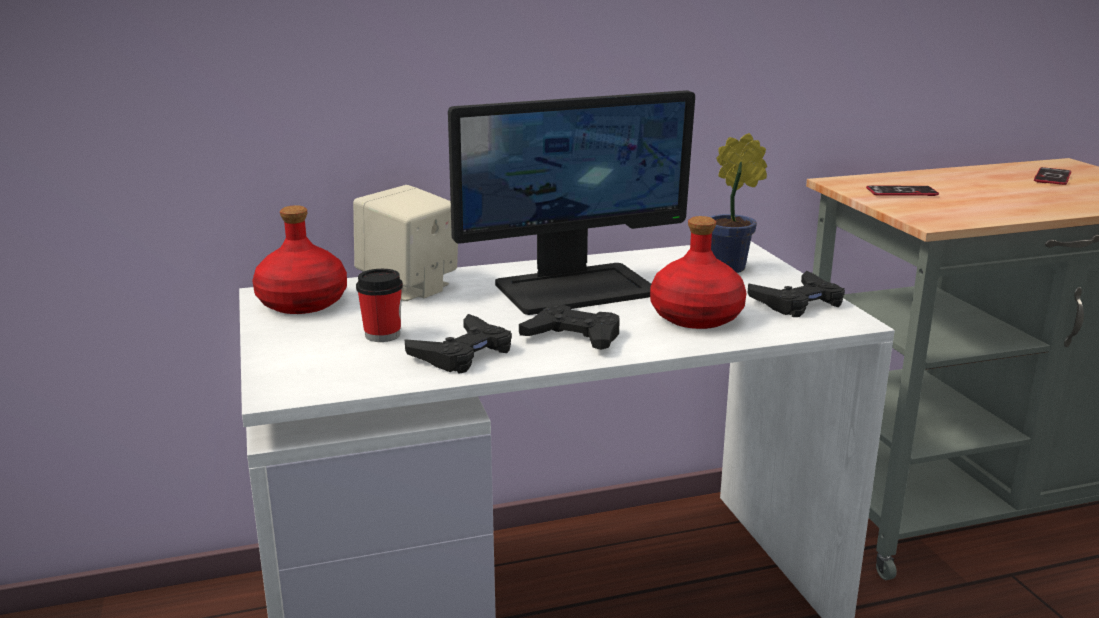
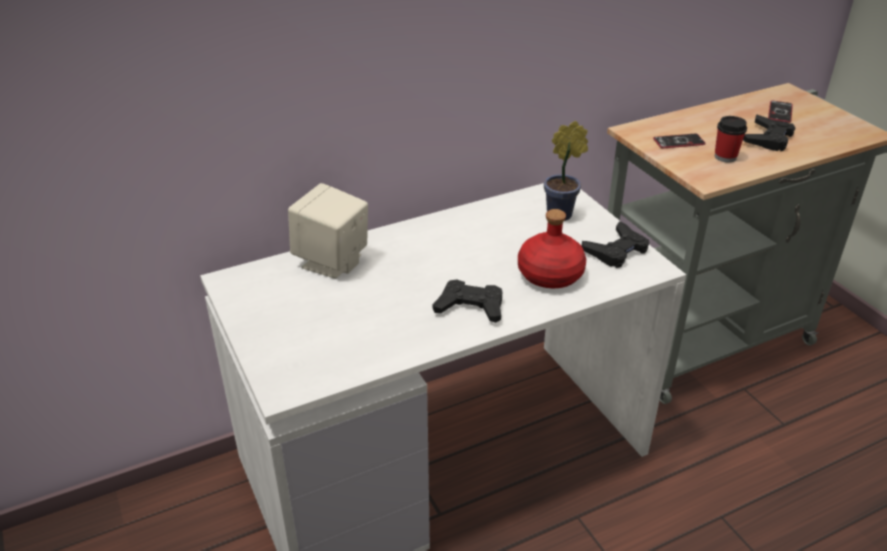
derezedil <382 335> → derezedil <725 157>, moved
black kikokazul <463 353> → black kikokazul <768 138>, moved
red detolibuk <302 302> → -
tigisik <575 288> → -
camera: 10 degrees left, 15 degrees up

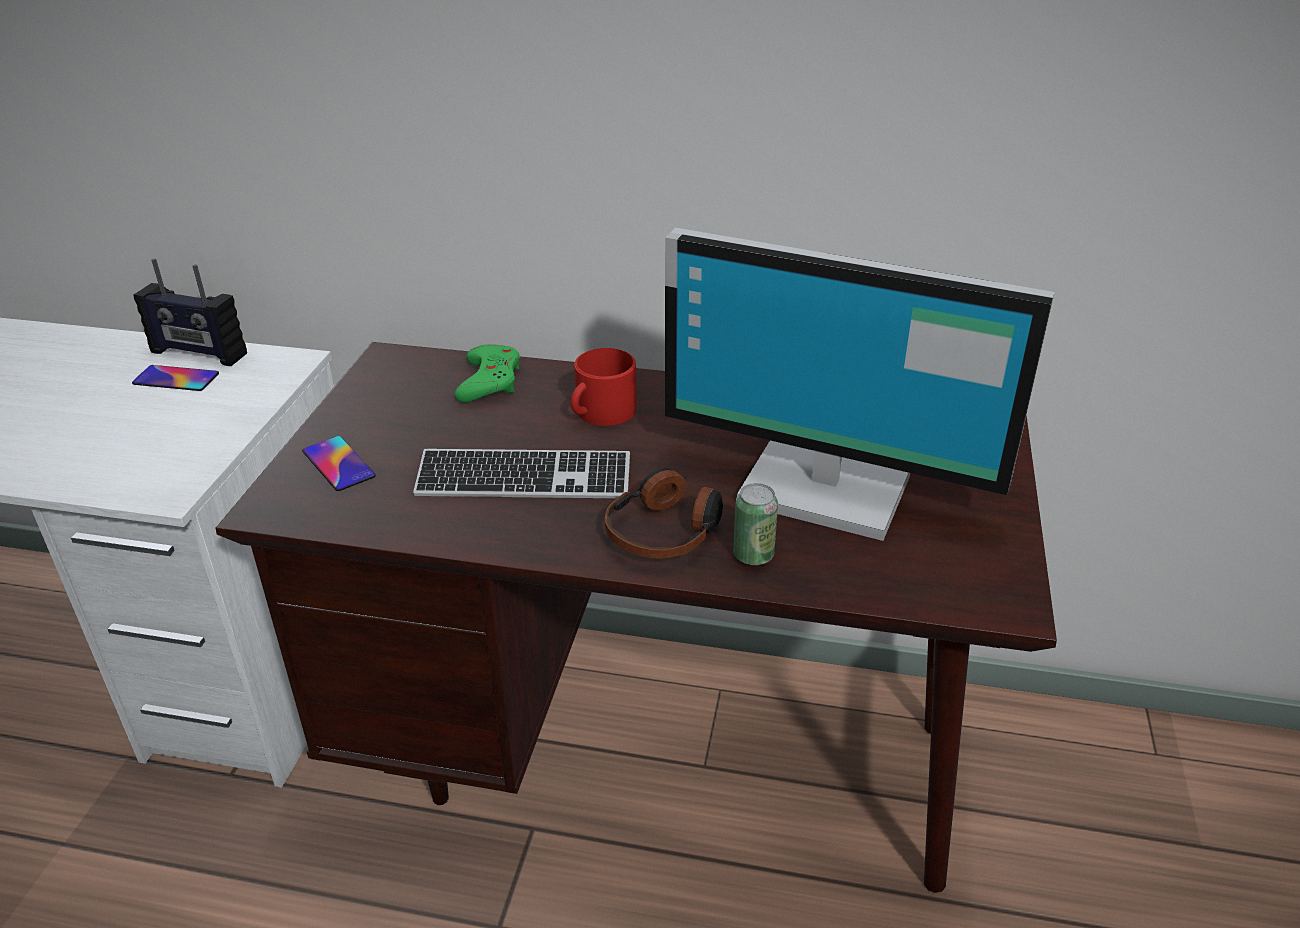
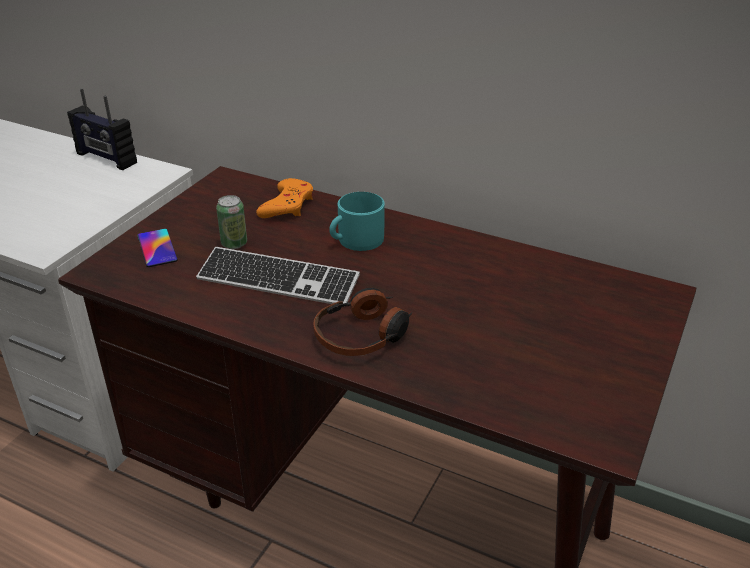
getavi <753 555> → getavi <234 243>, moved
green kikokazul <489 380> → orange kikokazul <287 205>
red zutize <600 412> → turquoise zutize <356 240>
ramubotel <176 379> → -
tigisik <826 486> → -
camera: 15 degrees right, 0 degrees up

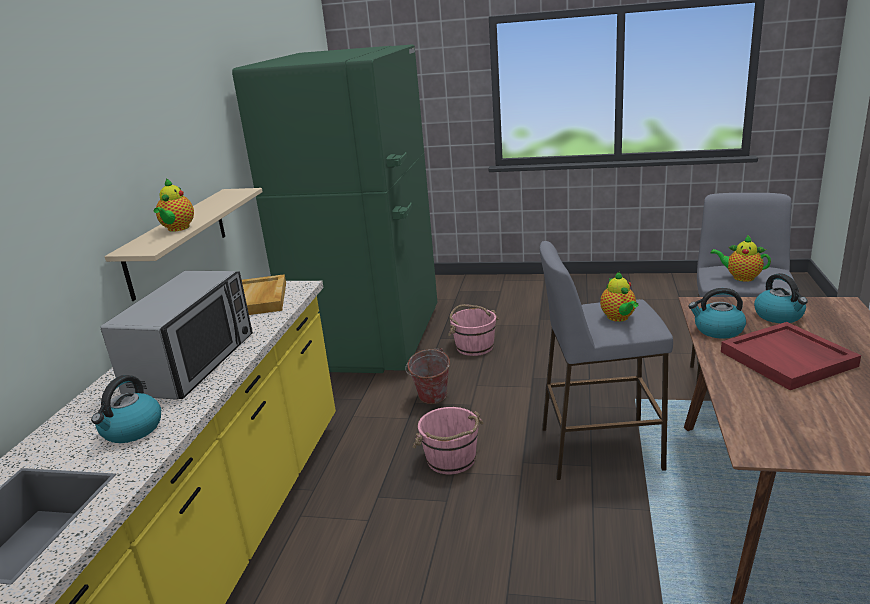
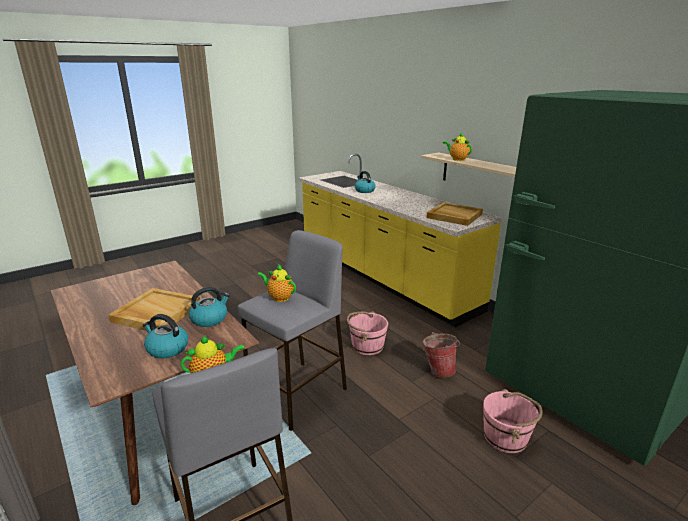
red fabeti <788 359> → beige fabeti <156 313>
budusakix <193 363> → -
camera: 130 degrees right, 0 degrees up

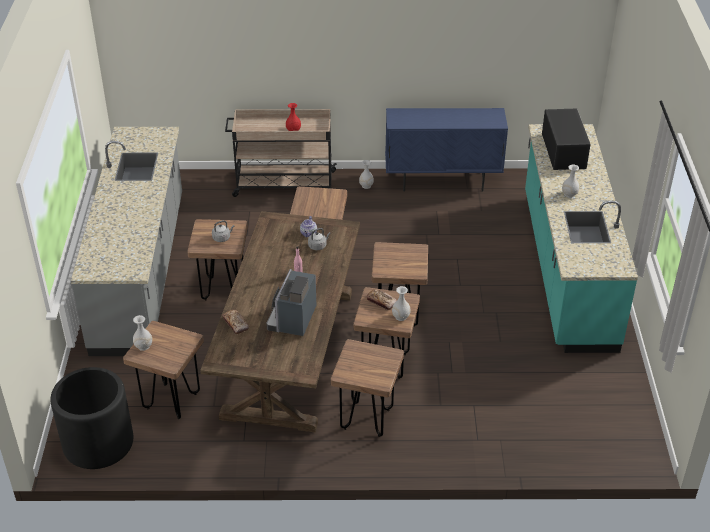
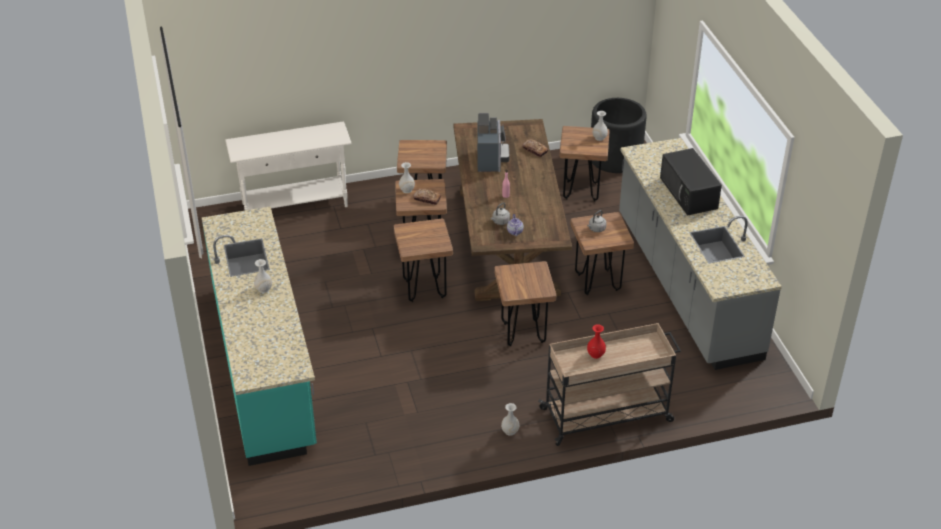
- → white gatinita <295 205>
black budusakix <563 150> → black budusakix <689 193>, moved
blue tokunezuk <442 182> → -
camera: 165 degrees right, 0 degrees up

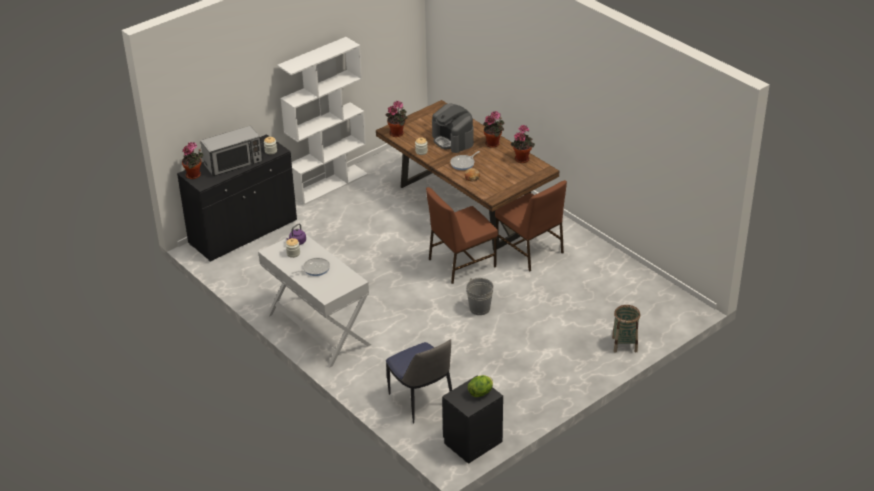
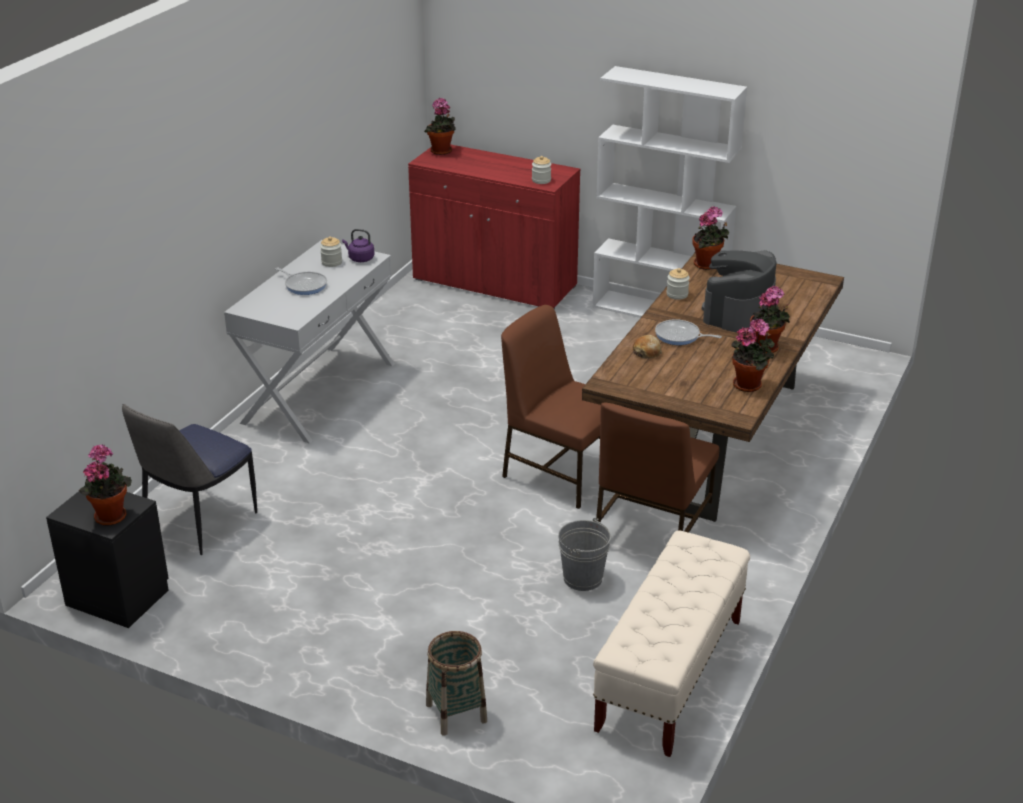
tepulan <481 393> → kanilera <110 515>
black tokunezuk <243 232> → red tokunezuk <494 283>
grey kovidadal <479 308> → grey kovidadal <582 578>, moved
- → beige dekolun <670 675>
budusakix <234 163> → -
camera: 65 degrees right, 5 degrees down

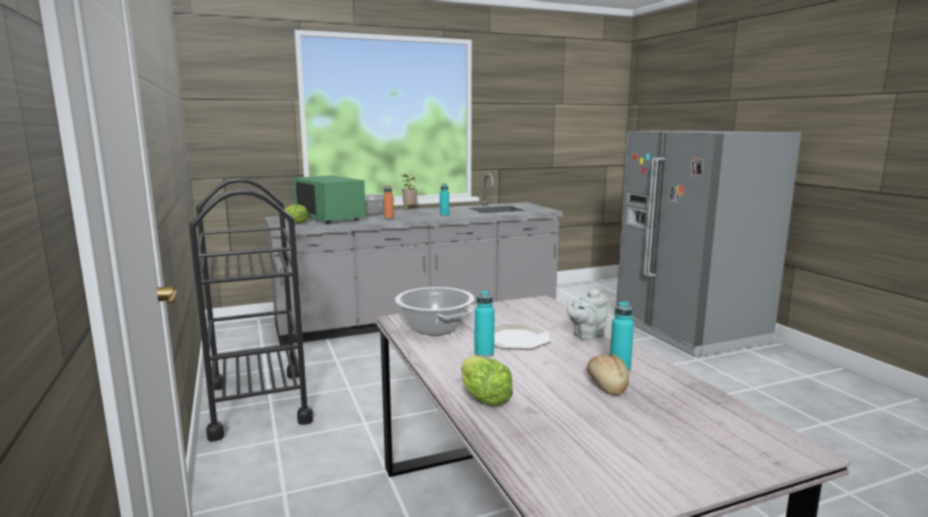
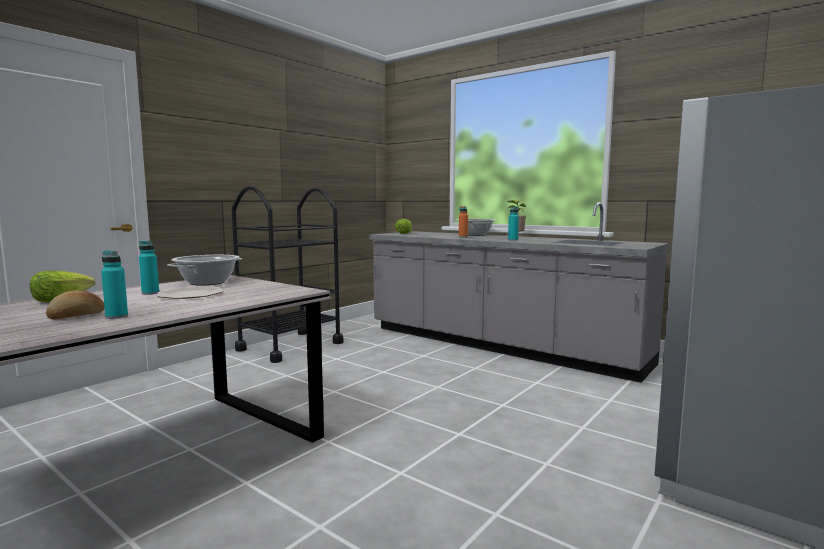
green budusakix <330 218> → -
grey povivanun <586 335> → -
camera: 60 degrees right, 5 degrees down

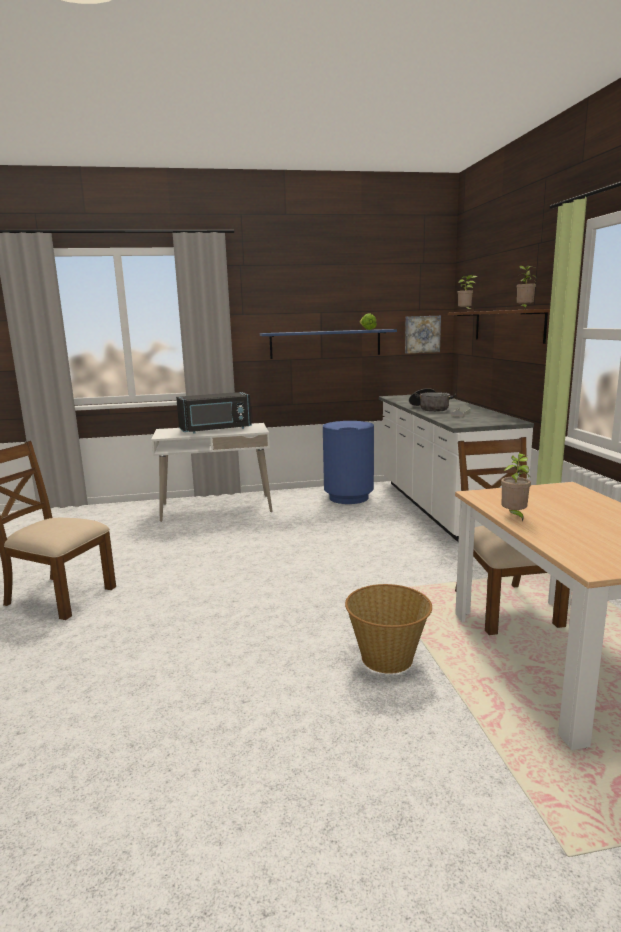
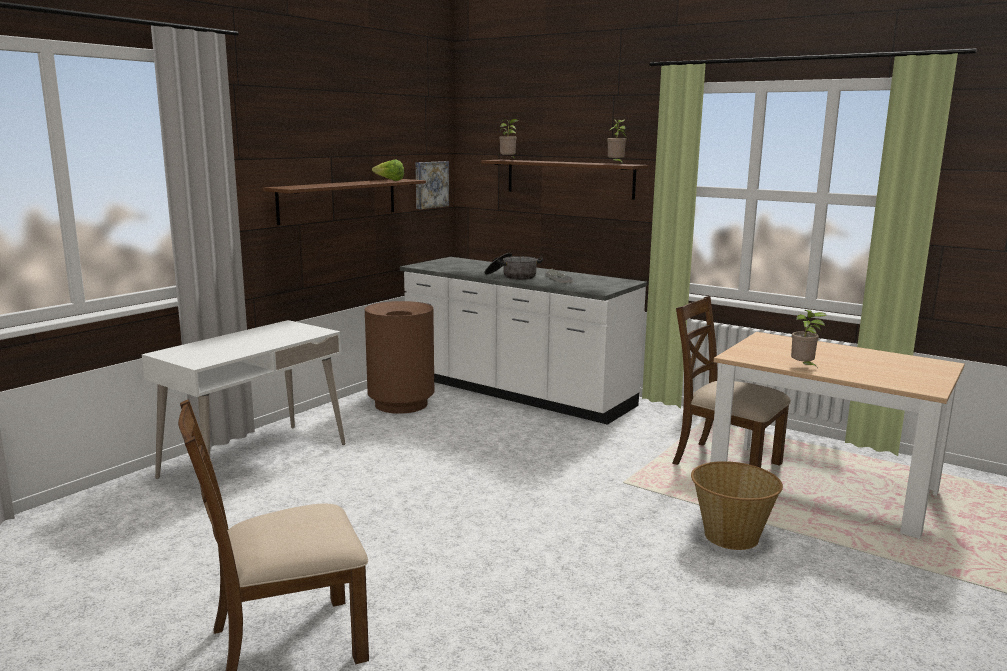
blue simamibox <325 344> → brown simamibox <338 200>
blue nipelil <349 497> → brown nipelil <401 404>
black budusakix <216 430> → -
camera: 45 degrees left, 0 degrees up

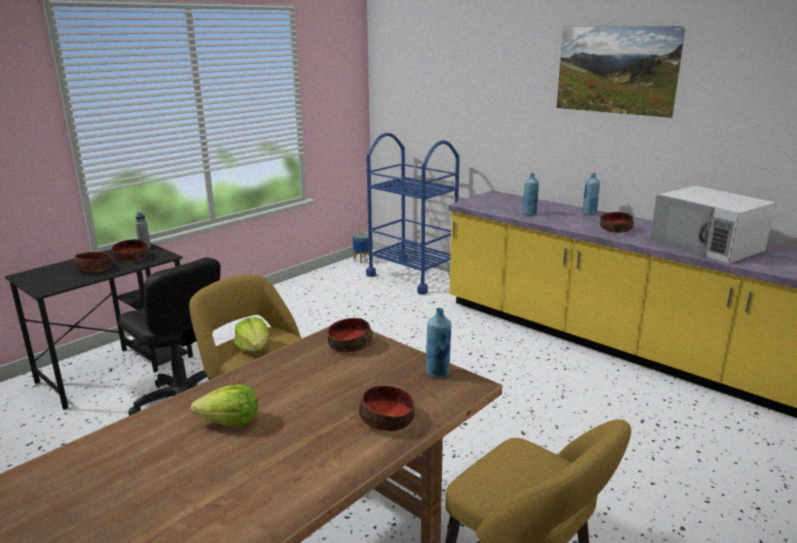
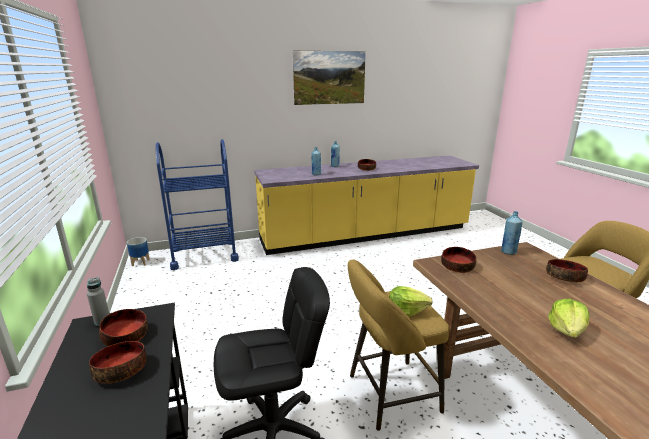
white budusakix <707 245> → -
camera: 60 degrees left, 0 degrees up

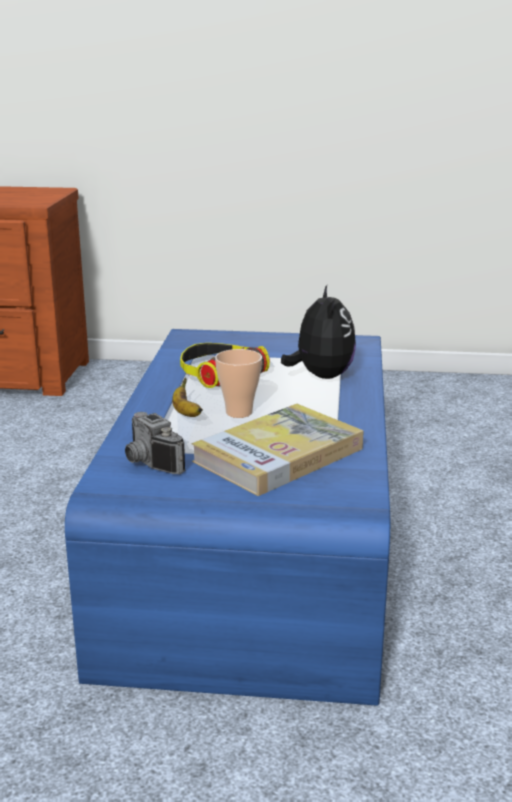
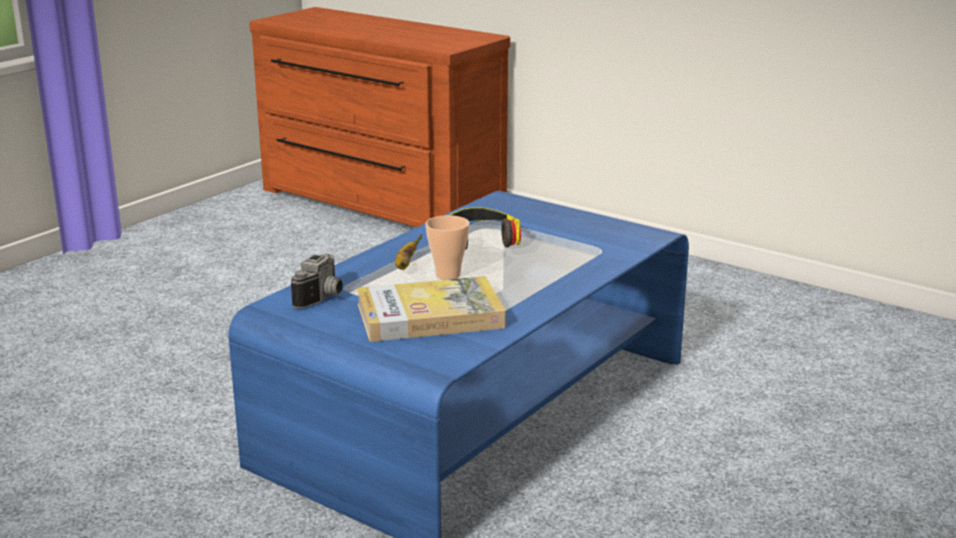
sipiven <148 463> → sipiven <324 297>, 150 degrees counterclockwise
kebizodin <321 376> → -
camera: 30 degrees right, 0 degrees up

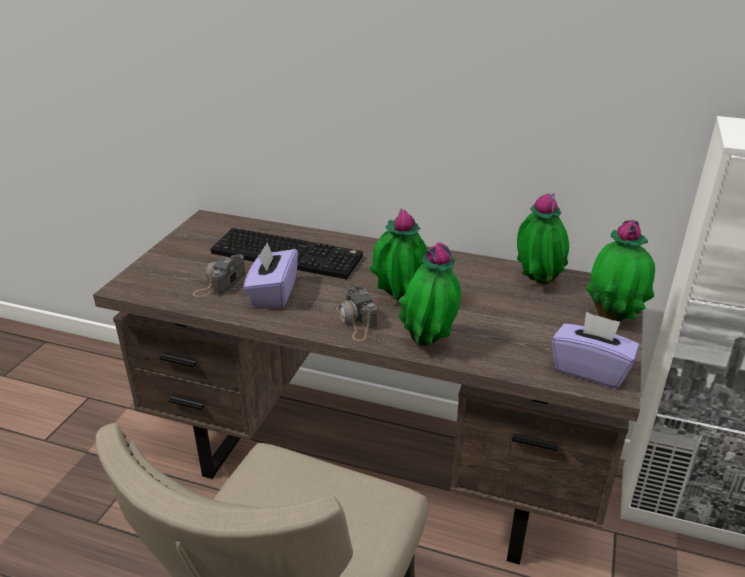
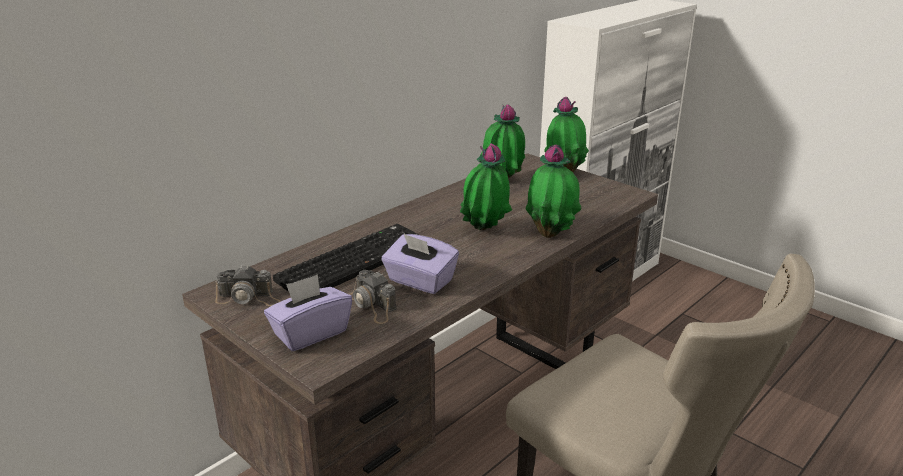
sipiven <356 321> → sipiven <249 298>, moved
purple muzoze <590 369> → purple muzoze <310 333>, moved
camera: 65 degrees left, 5 degrees down

